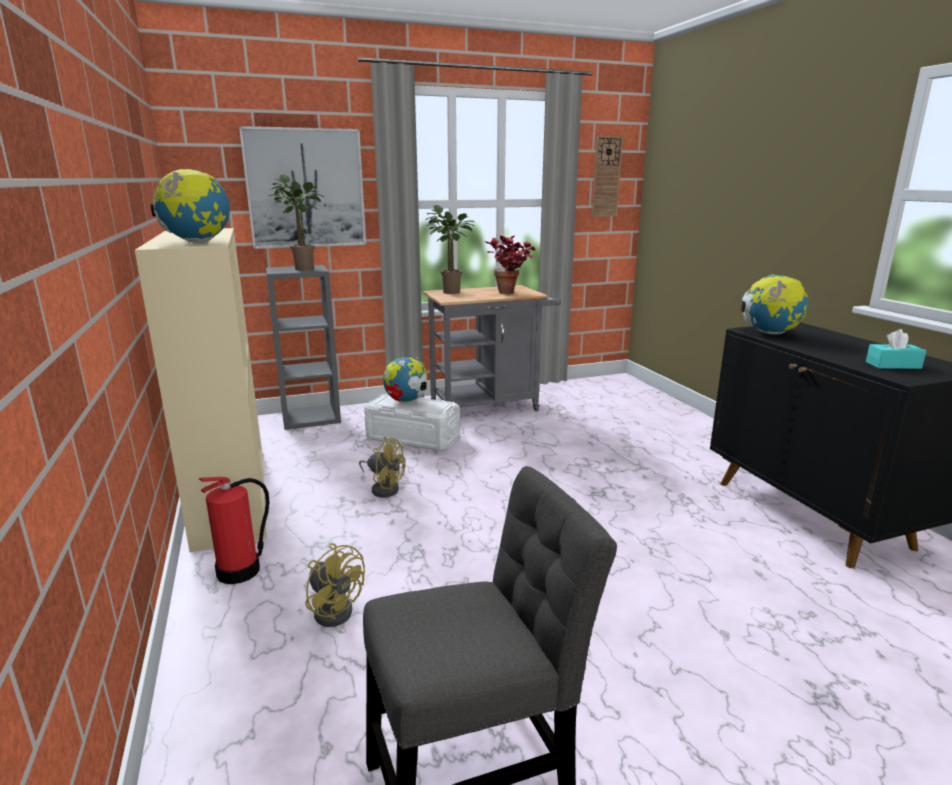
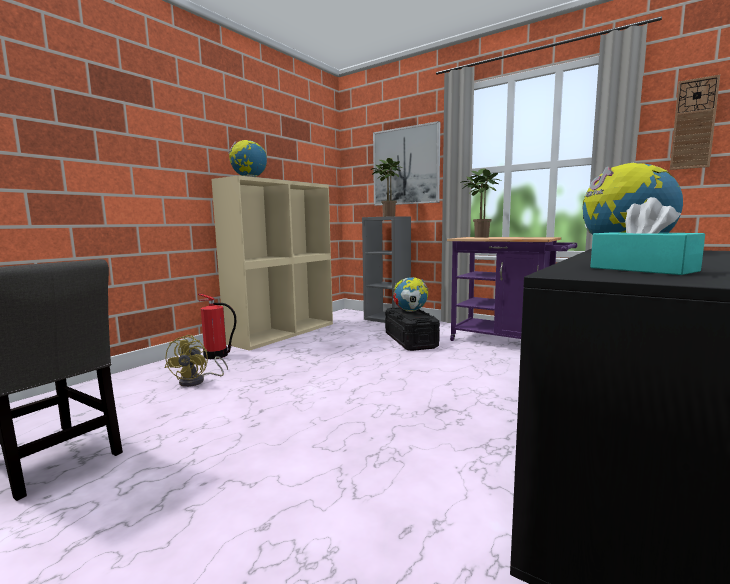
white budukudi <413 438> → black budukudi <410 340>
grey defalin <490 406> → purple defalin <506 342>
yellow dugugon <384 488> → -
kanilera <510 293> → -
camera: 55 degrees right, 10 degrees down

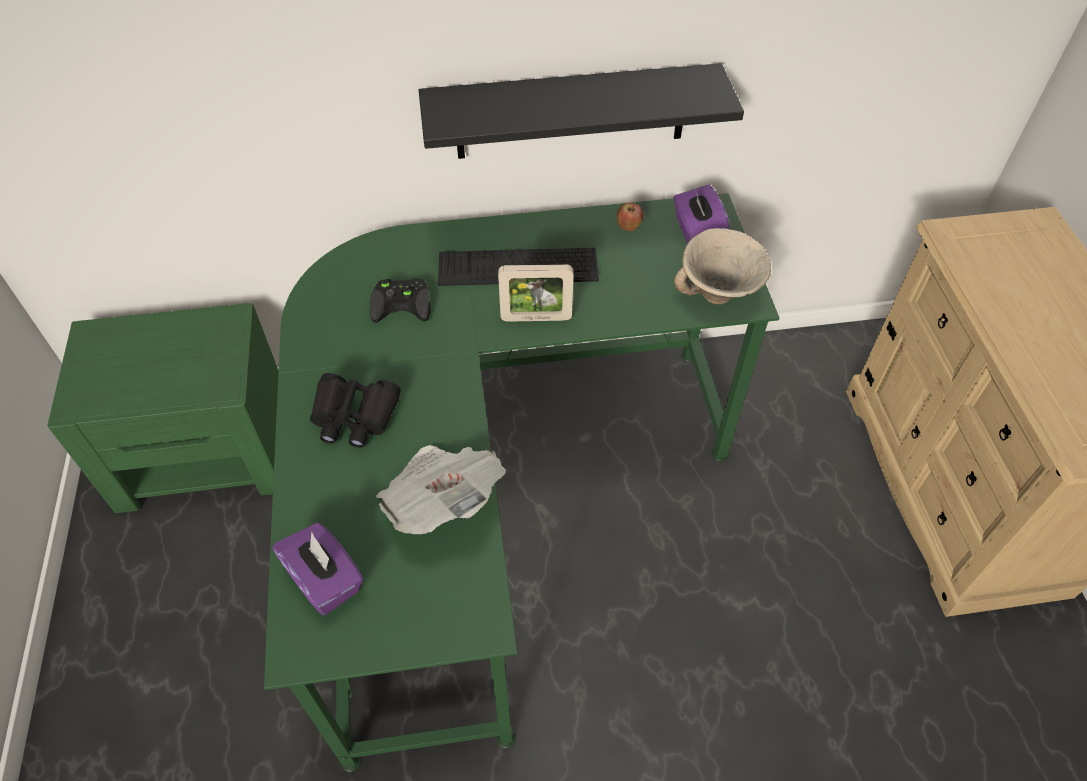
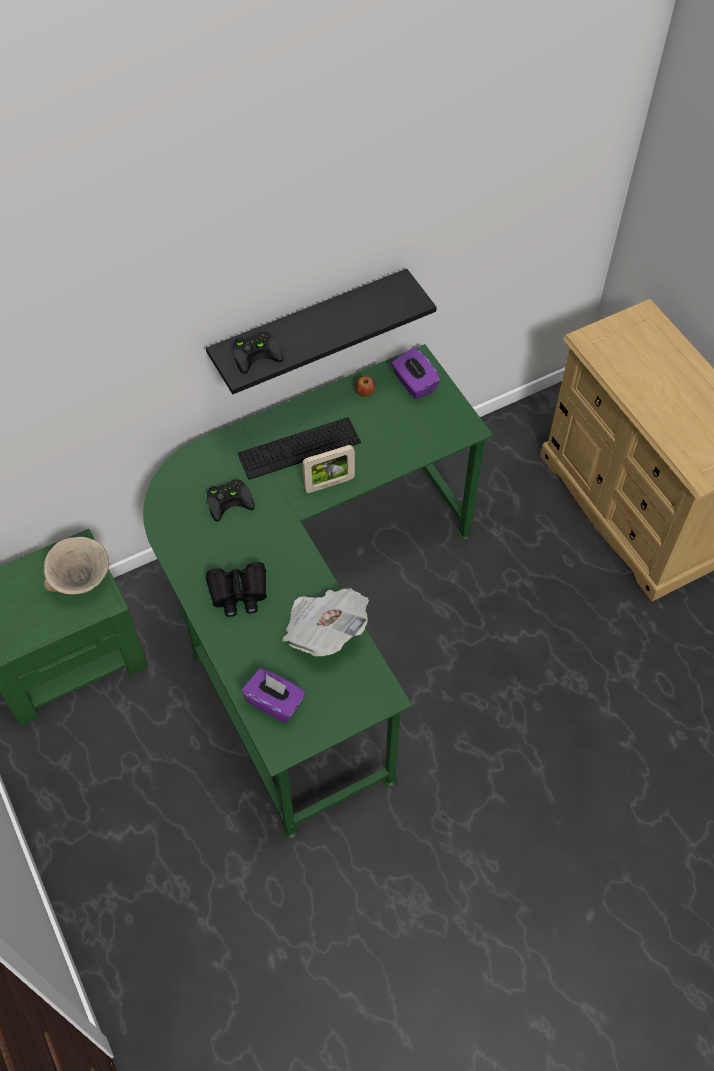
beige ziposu <719 295> → beige ziposu <83 582>, moved
- → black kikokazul <257 352>
camera: 20 degrees left, 5 degrees up

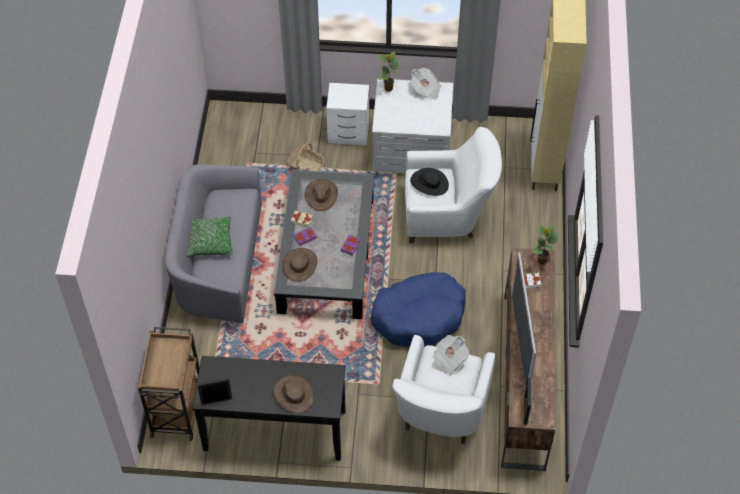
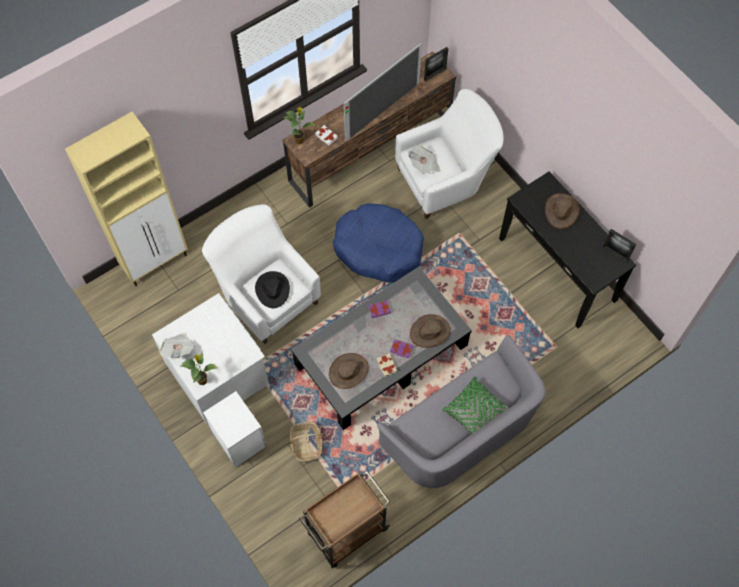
brown defalin <177 408> → brown defalin <346 533>, moved
camera: 130 degrees left, 10 degrees up

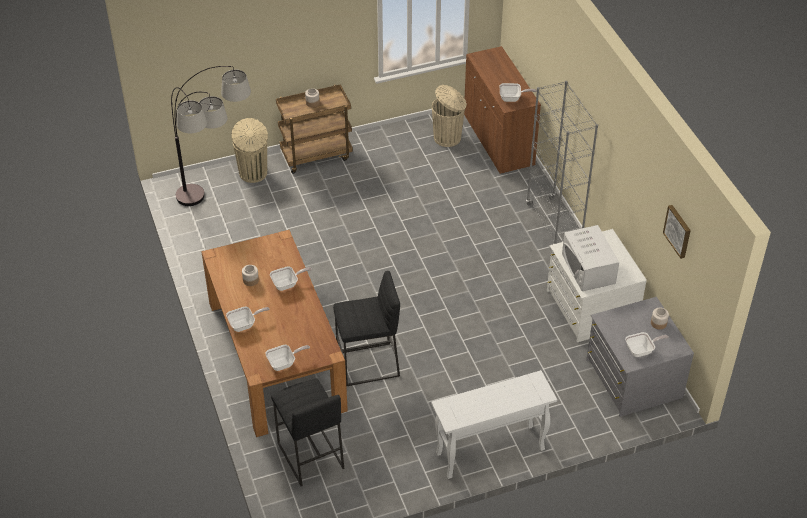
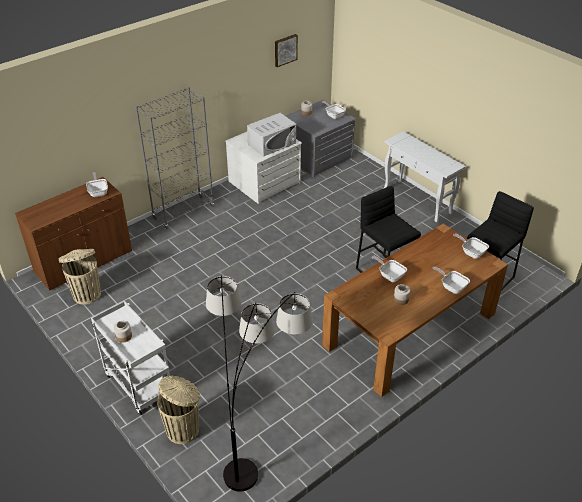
brown defalin <316 155> → white defalin <137 384>
camera: 110 degrees left, 5 degrees down

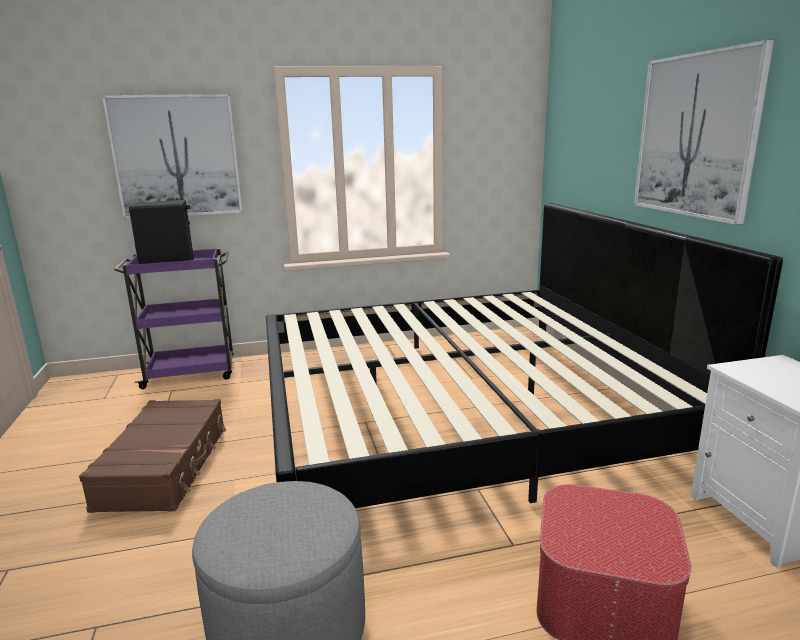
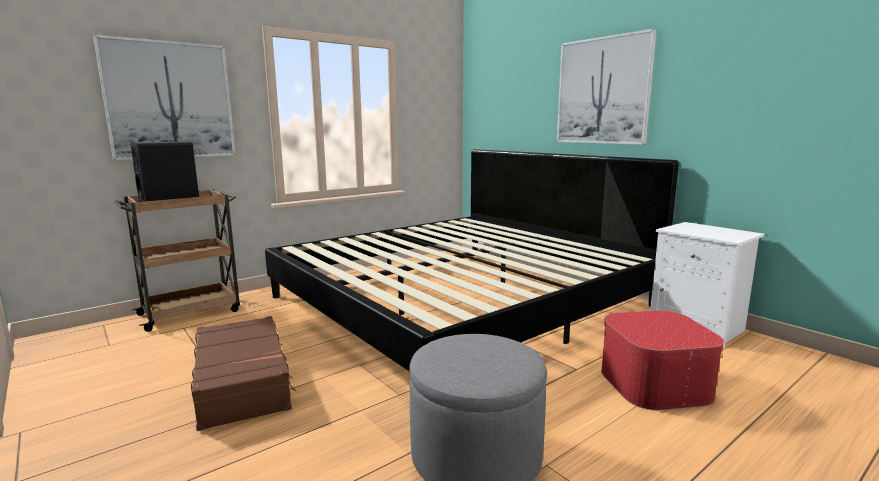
purple defalin <192 373> → brown defalin <191 312>
camera: 25 degrees left, 5 degrees down

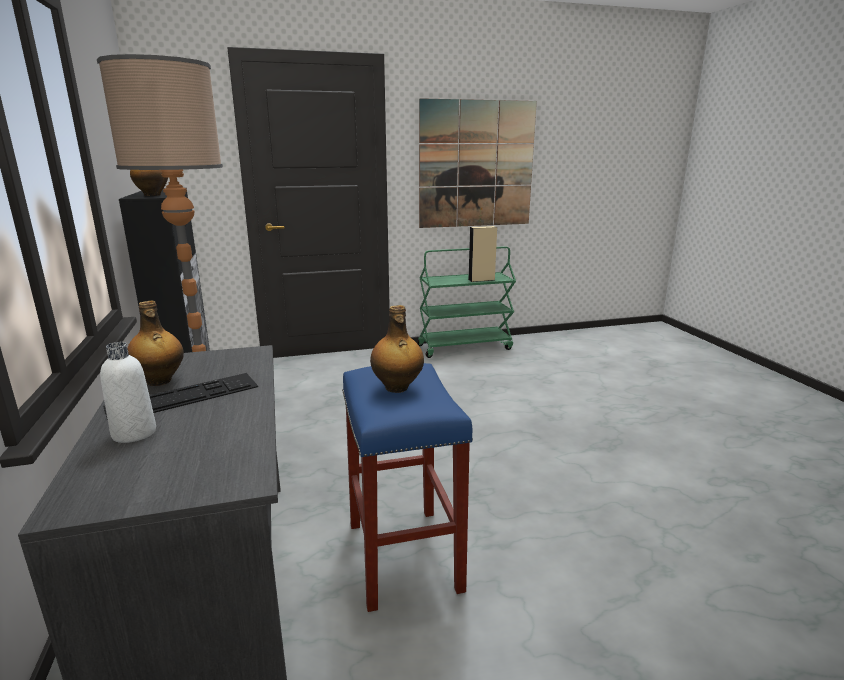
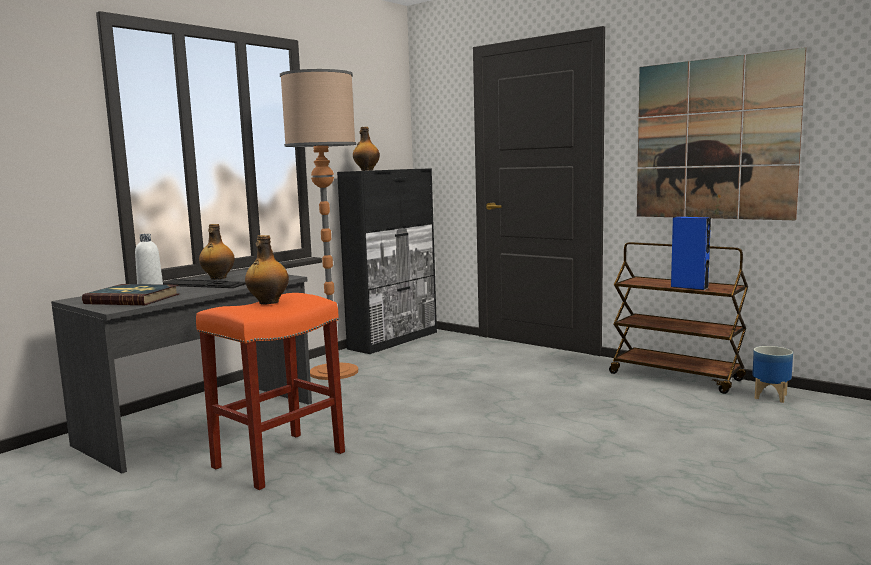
- → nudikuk <133 299>
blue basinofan <405 557> → orange basinofan <278 460>
green defalin <464 347> → brown defalin <676 377>
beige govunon <481 280> → blue govunon <689 287>
- → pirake <771 397>
camera: 55 degrees right, 10 degrees down

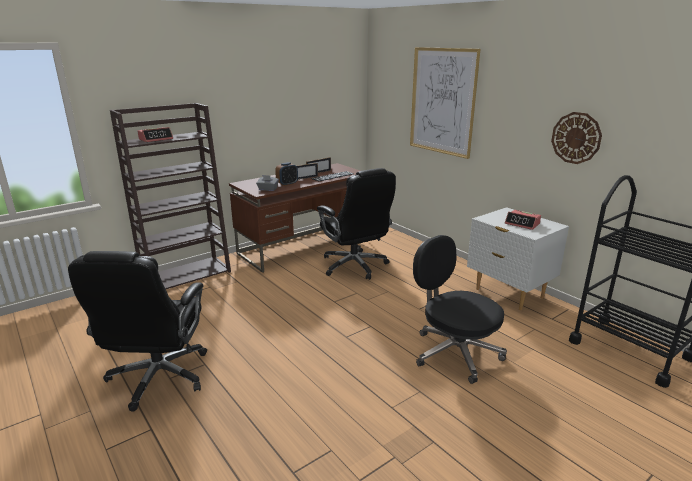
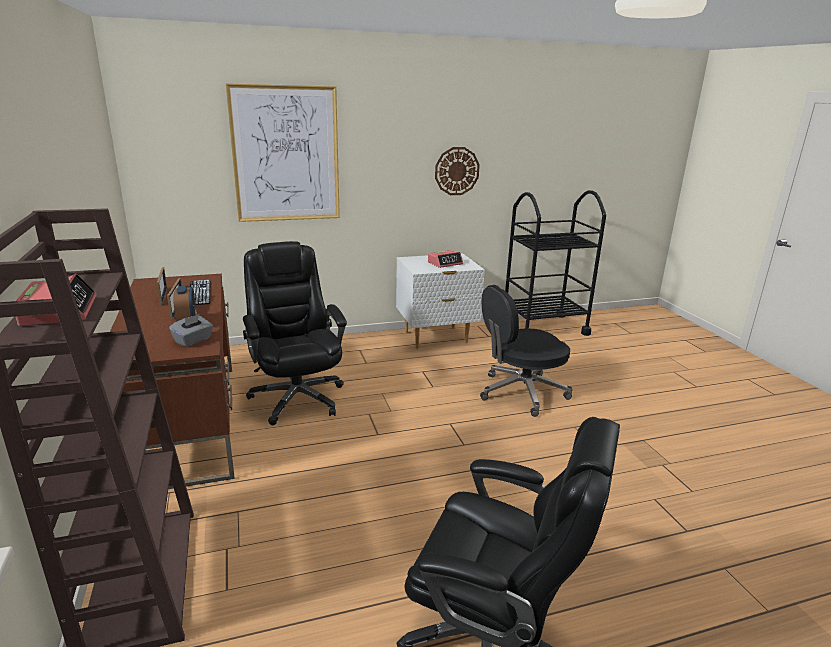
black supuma <355 266> → black supuma <297 397>, 105 degrees counterclockwise
camera: 70 degrees left, 0 degrees up

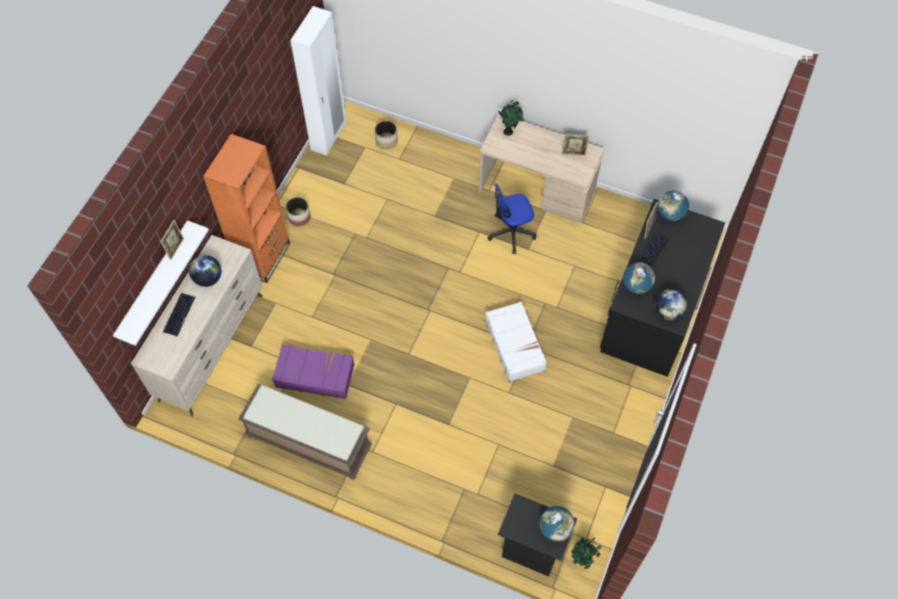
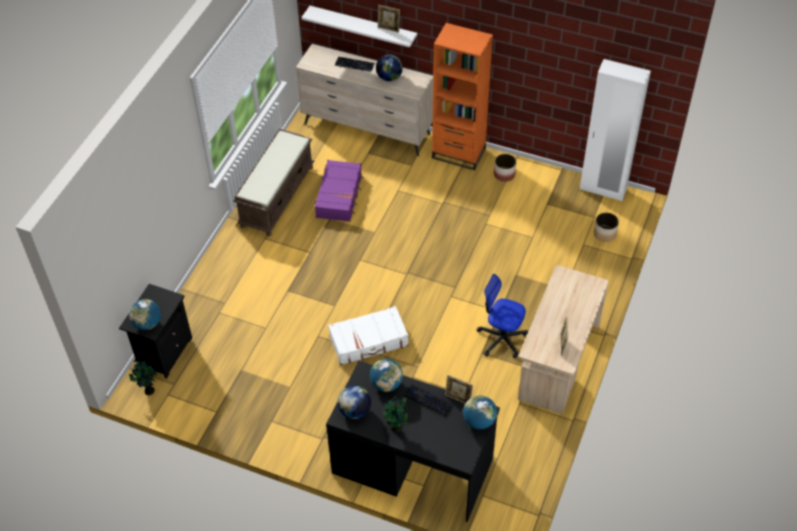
kanilera <509 131> → kanilera <396 428>, moved
supuma <511 232> → supuma <501 338>, 45 degrees counterclockwise
camera: 90 degrees right, 10 degrees down

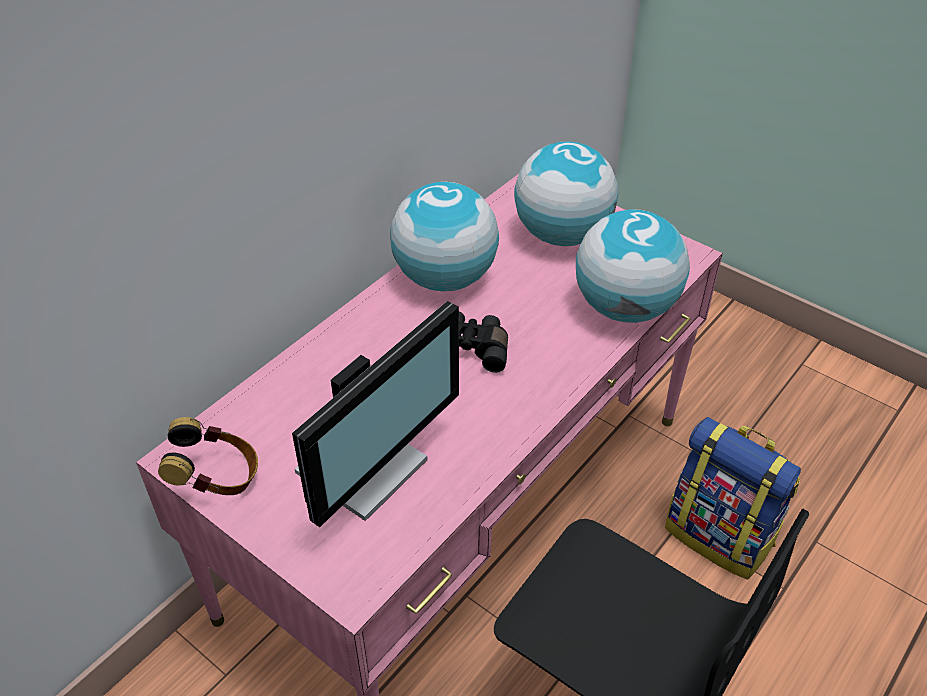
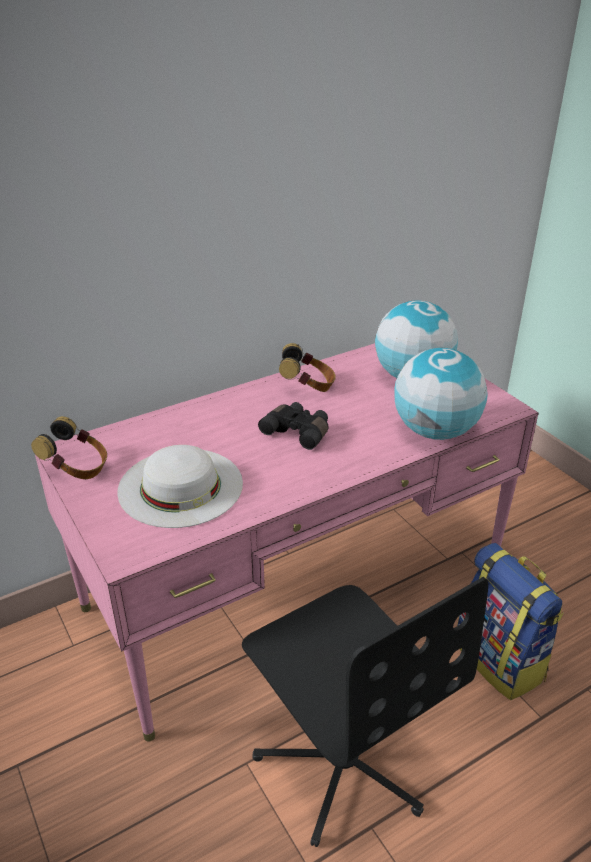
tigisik <367 468> → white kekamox <180 486>
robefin <445 278> → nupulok <308 386>
camera: 20 degrees right, 10 degrees down

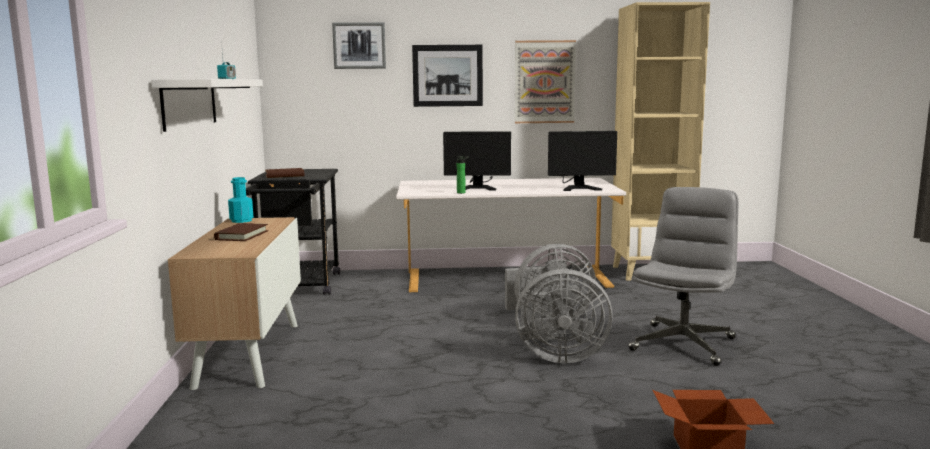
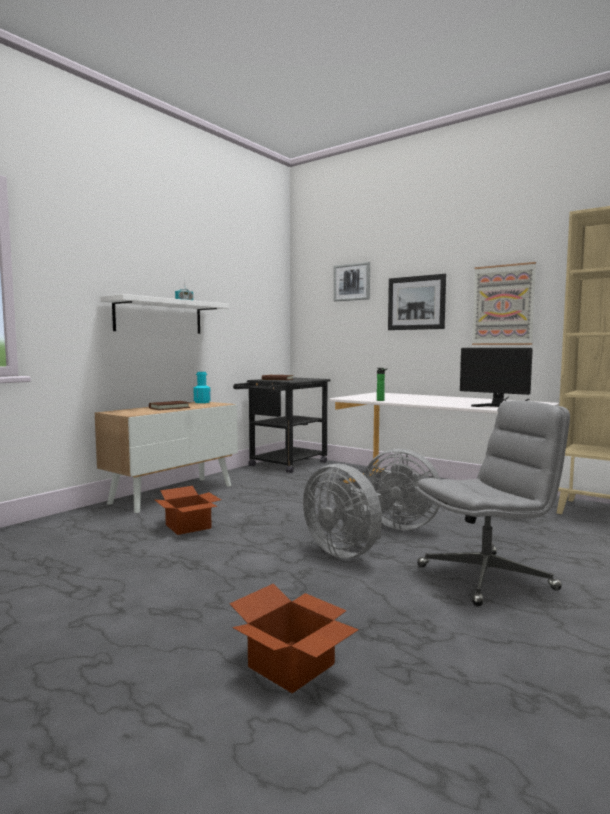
- → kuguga <188 527>
tigisik <478 187> → -
camera: 40 degrees right, 5 degrees down

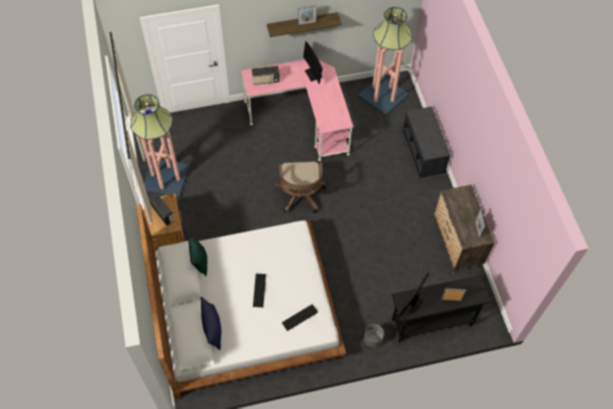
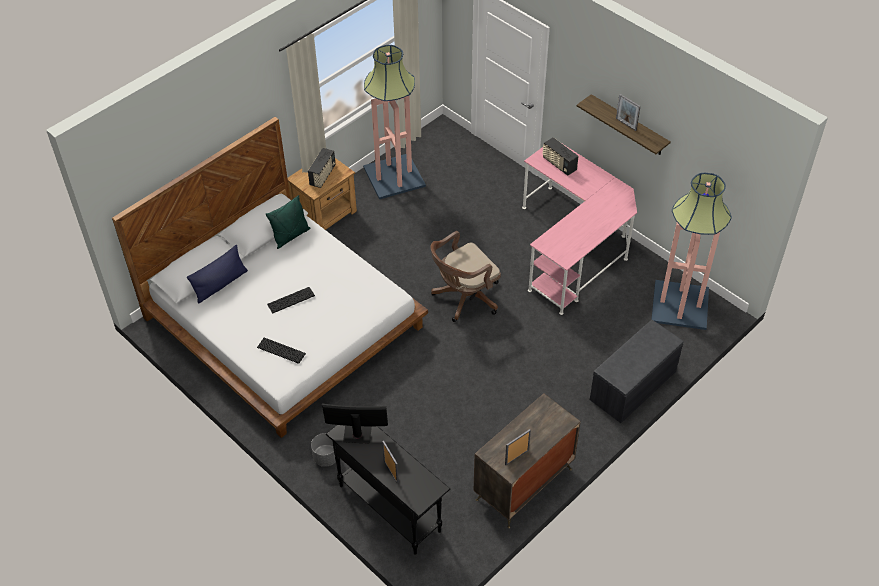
tigisik <313 74> → -
camera: 60 degrees right, 10 degrees down

